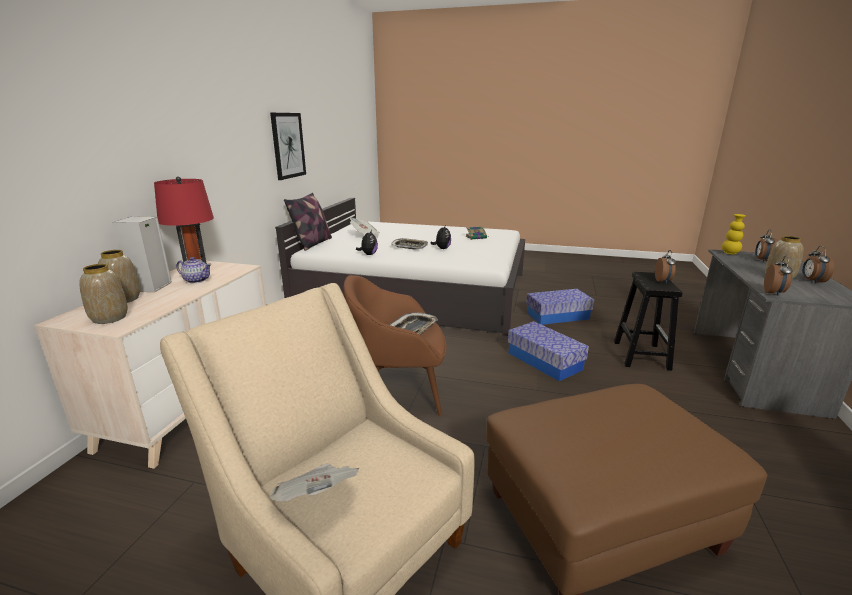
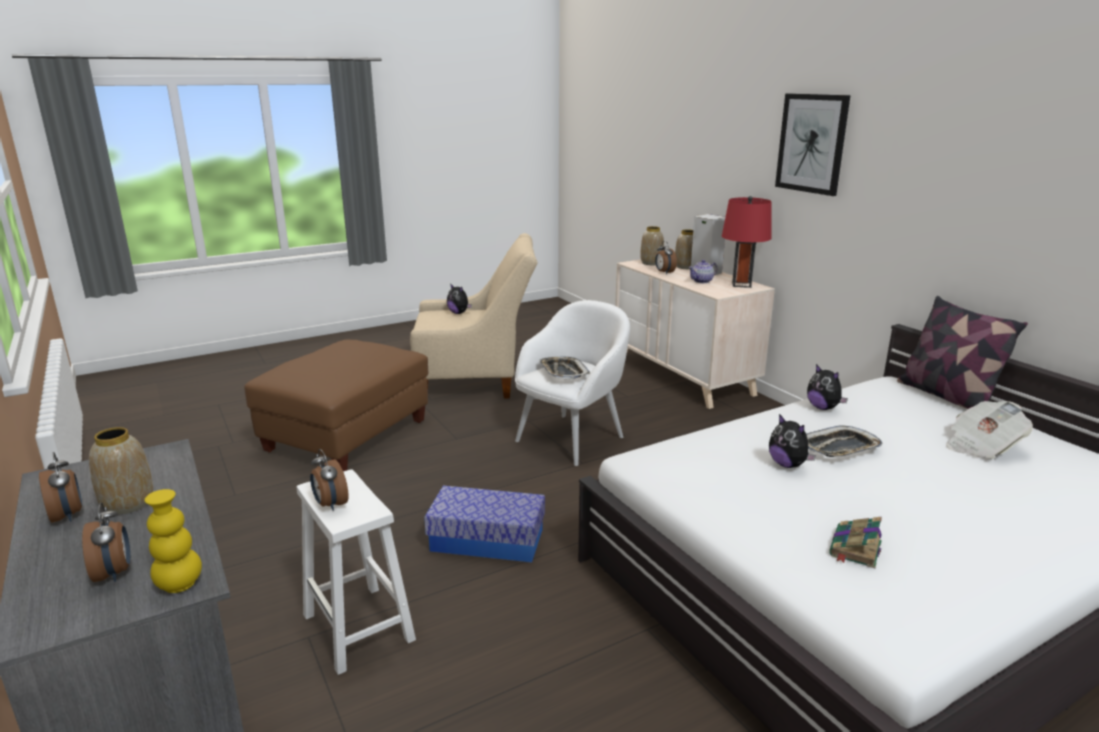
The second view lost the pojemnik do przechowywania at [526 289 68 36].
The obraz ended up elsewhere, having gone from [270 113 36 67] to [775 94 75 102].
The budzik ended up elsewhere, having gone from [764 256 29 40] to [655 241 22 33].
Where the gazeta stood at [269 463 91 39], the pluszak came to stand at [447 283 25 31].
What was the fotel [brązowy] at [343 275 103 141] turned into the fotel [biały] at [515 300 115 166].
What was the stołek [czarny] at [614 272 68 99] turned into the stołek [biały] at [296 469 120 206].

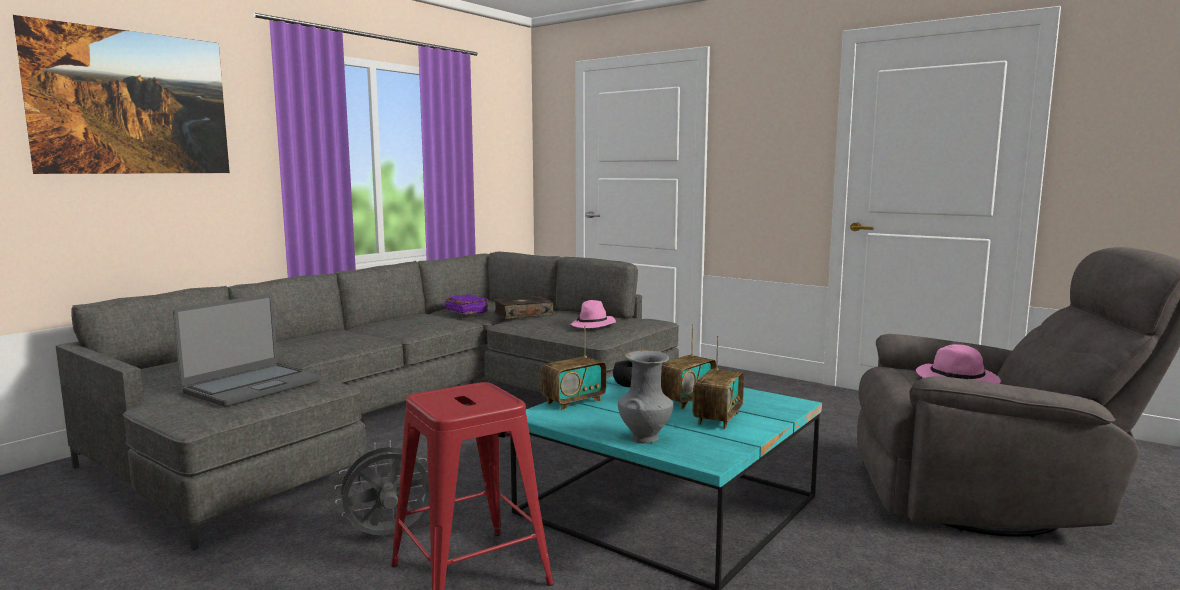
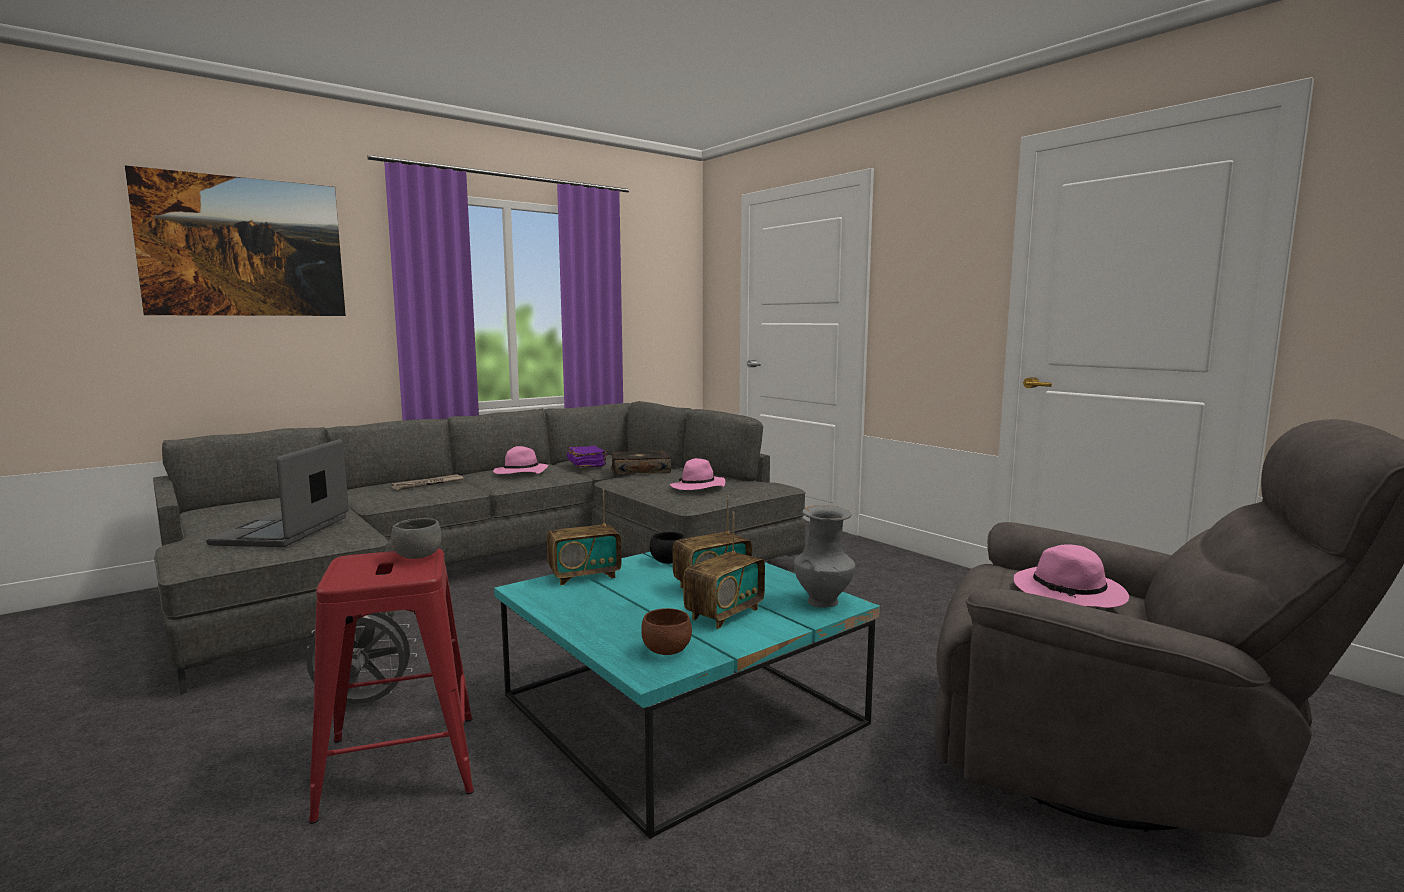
The second view gained the gazeta at [391 474 73 16].
The second view gained the miska [szary] at [391 518 50 41].
The second view gained the kapelusz [różowy] at [493 446 55 28].
The second view gained the miska [brązowy] at [641 608 51 47].
The wazon [szary] ended up elsewhere, having gone from [618 350 55 93] to [794 505 62 103].
The laptop at [173 294 148 113] ended up facing another way, 135 degrees clockwise from before.

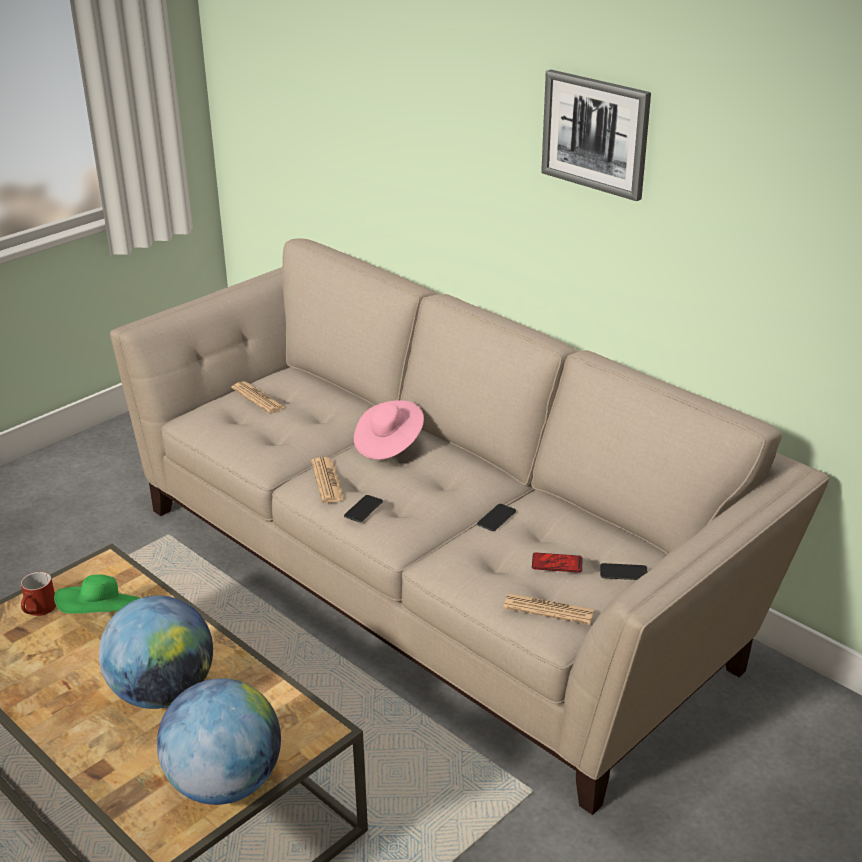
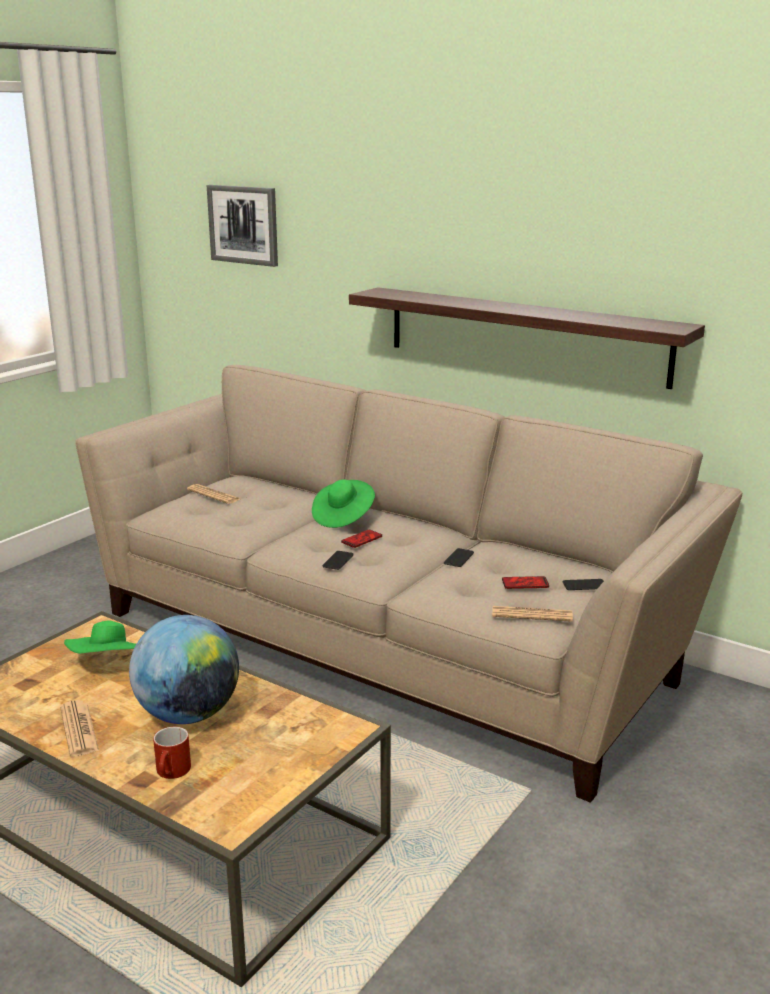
The second view lost the globus at [157 678 124 127].
The second view gained the telefon at [341 530 41 18].
The second view gained the półka at [349 287 356 102].
The kubek [czerwony] ended up elsewhere, having gone from [21 572 35 44] to [153 727 38 52].
The gazeta ended up elsewhere, having gone from [311 457 34 46] to [60 700 39 57].
The obraz ended up elsewhere, having gone from [541 70 110 131] to [207 185 71 82].
What was the kapelusz [różowy] at [354 400 70 60] turned into the kapelusz [zielony] at [312 480 63 48].

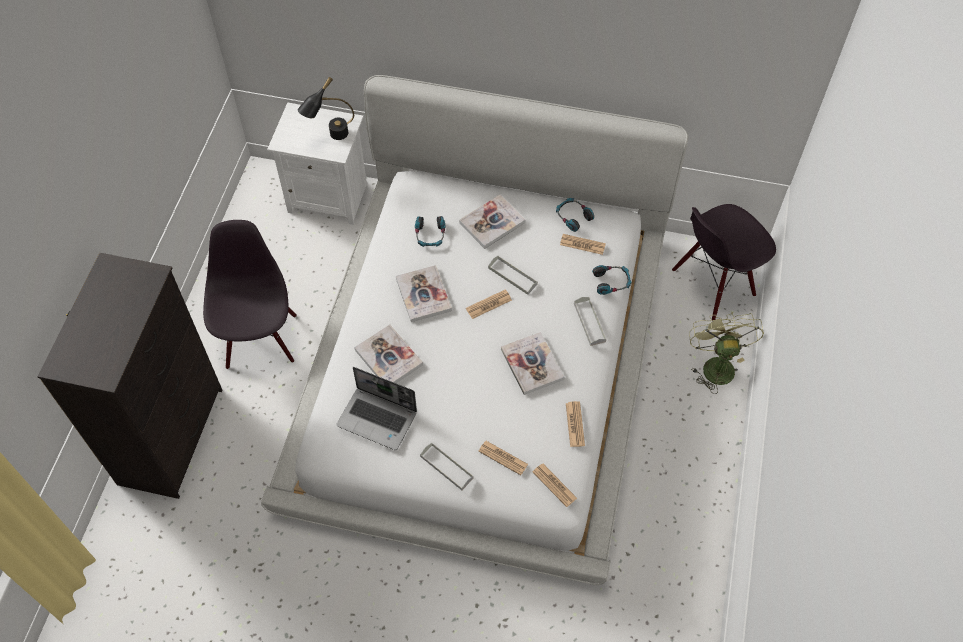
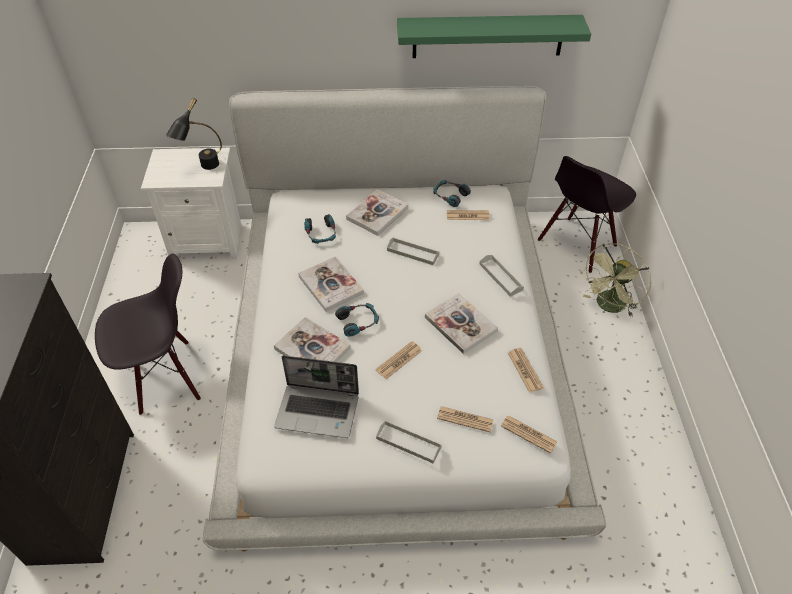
The second view gained the półka [zielony] at [397 15 194 43].
The gazeta ended up elsewhere, having gone from [466 289 46 30] to [375 341 47 38].
The słuchawki ended up elsewhere, having gone from [592 265 40 30] to [335 303 44 34].
The krzesło [czarny] at [203 220 94 149] ended up facing another way, 90 degrees clockwise from before.
The wentylator [zielony] at [689 312 75 82] ended up facing another way, 120 degrees counterclockwise from before.

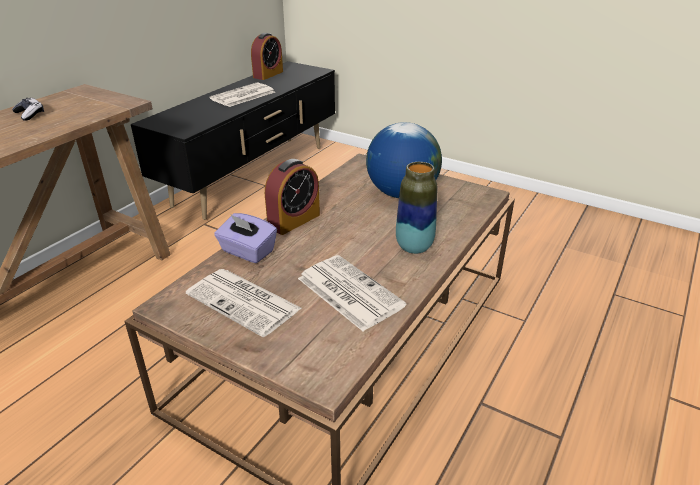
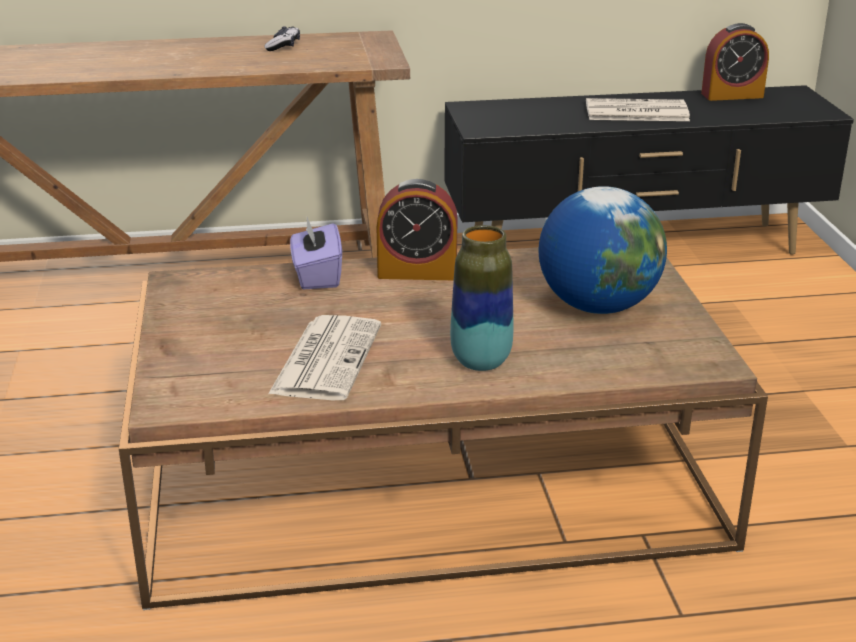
The second view lost the gazeta at [186 269 115 68].

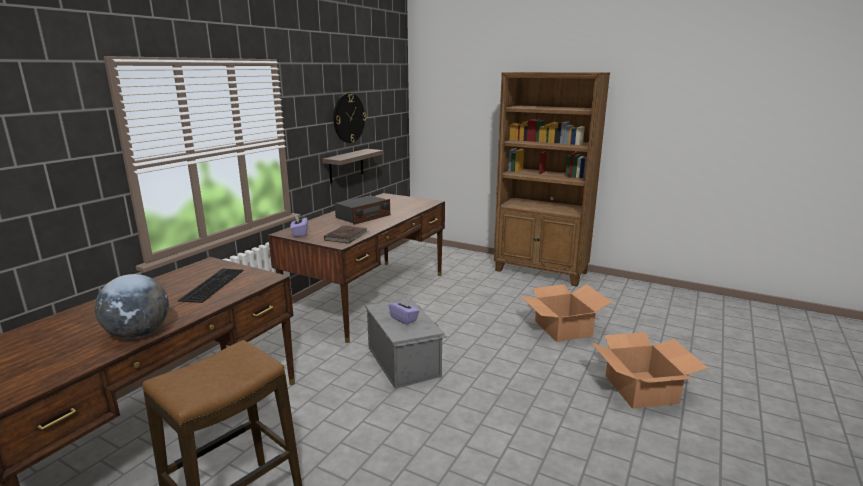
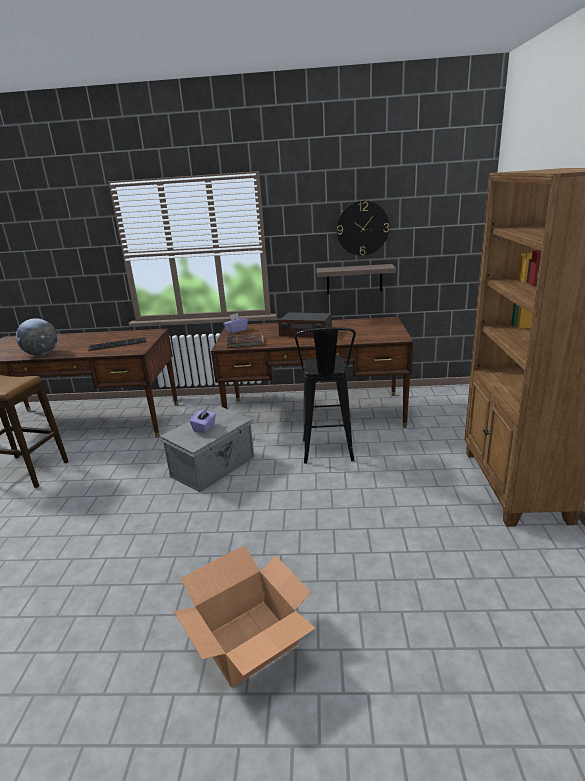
The second view lost the karton at [520 284 92 58].
The second view gained the stołek [czarny] at [295 327 61 137].

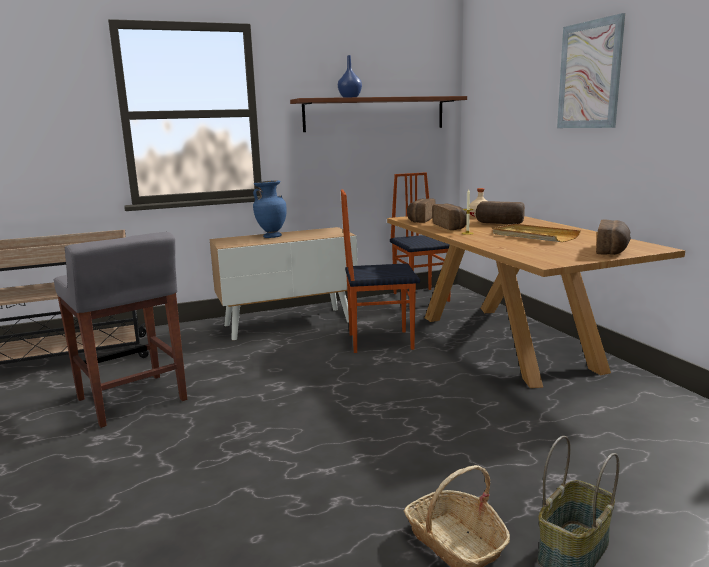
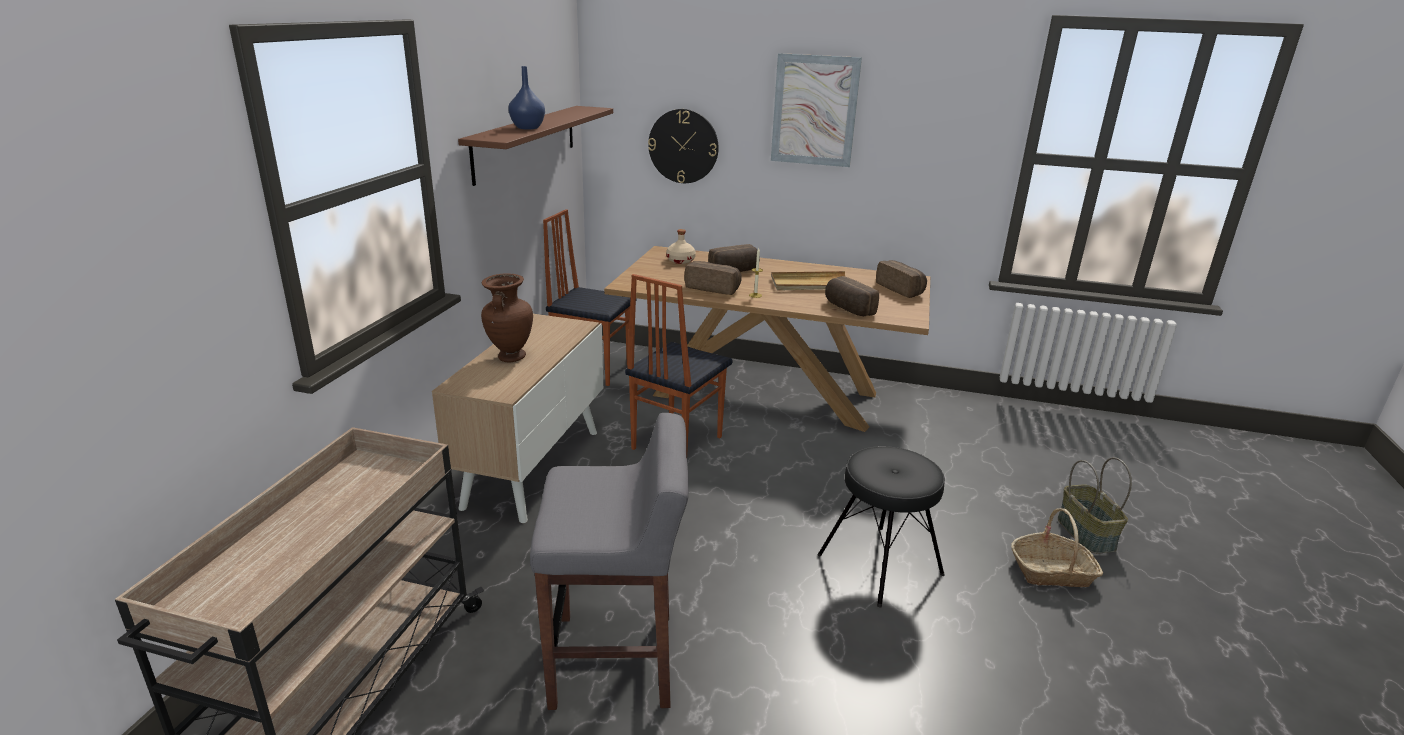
The second view gained the zegar ścienny at [648 109 71 74].
The second view gained the stołek [czarny] at [818 446 127 161].
The chleb ended up elsewhere, having gone from [407 199 28 24] to [825 276 54 40].
What was the wazon [niebieski] at [253 180 33 58] turned into the wazon [brązowy] at [481 273 52 89].

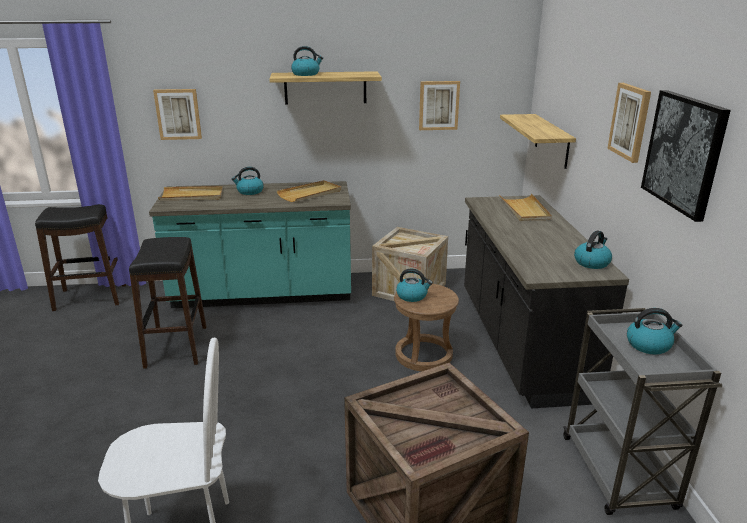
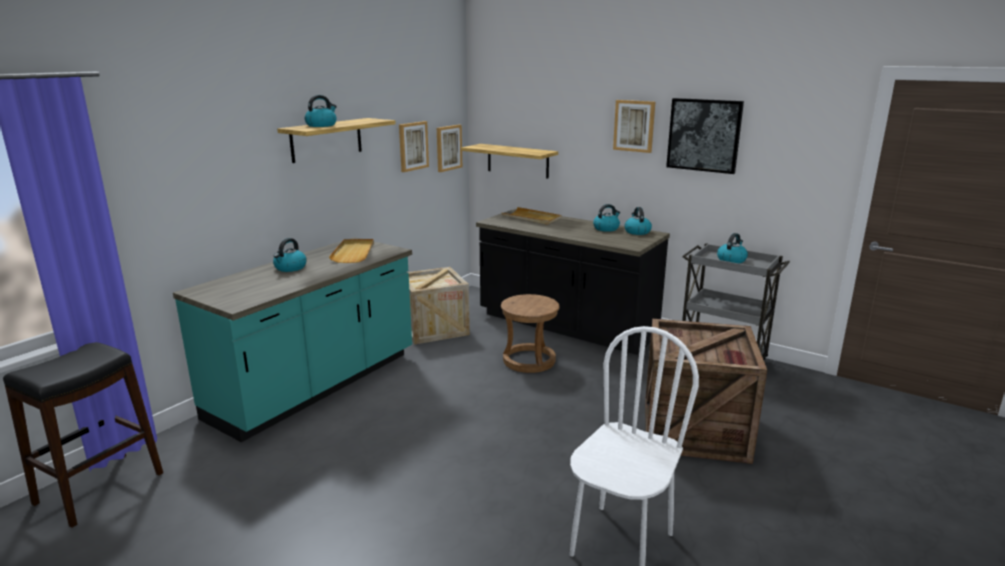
The second view lost the stołek [czarny] at [129 237 77 132].
The second view lost the taca [beżowy] at [158 186 65 14].
The obraz ended up elsewhere, having gone from [153 89 49 51] to [437 125 25 47].
The czajnik ended up elsewhere, having gone from [396 269 37 33] to [593 204 27 28].

